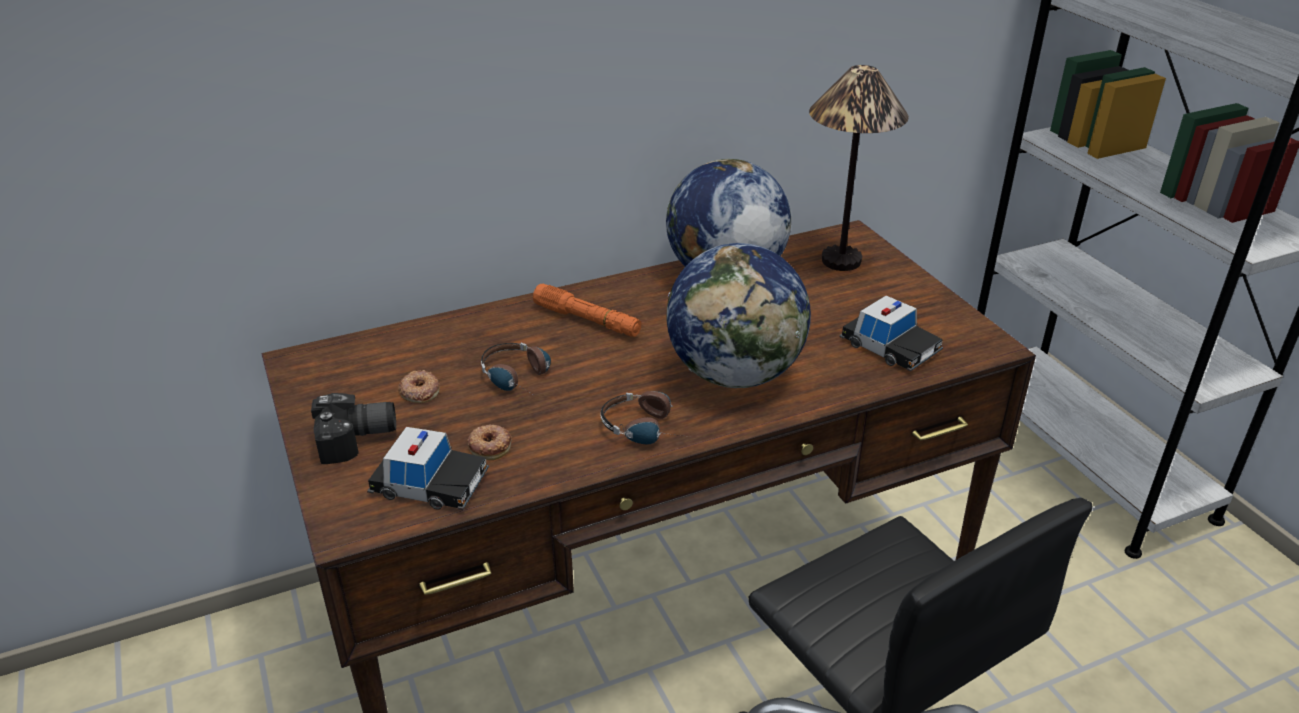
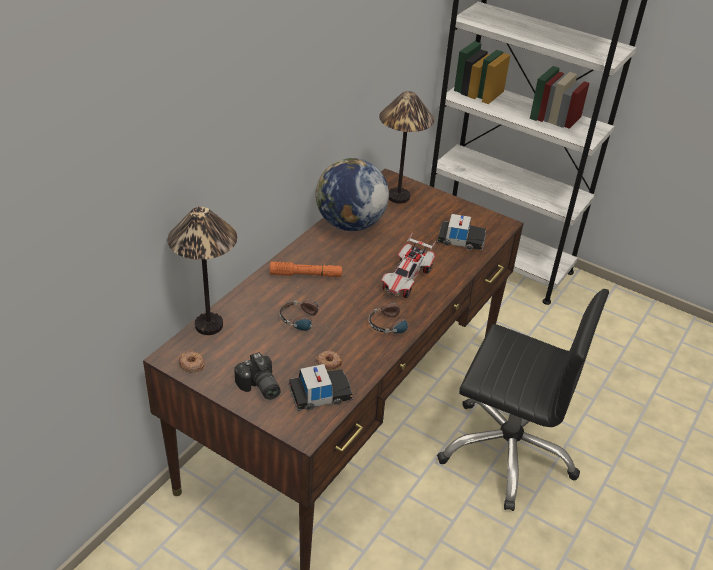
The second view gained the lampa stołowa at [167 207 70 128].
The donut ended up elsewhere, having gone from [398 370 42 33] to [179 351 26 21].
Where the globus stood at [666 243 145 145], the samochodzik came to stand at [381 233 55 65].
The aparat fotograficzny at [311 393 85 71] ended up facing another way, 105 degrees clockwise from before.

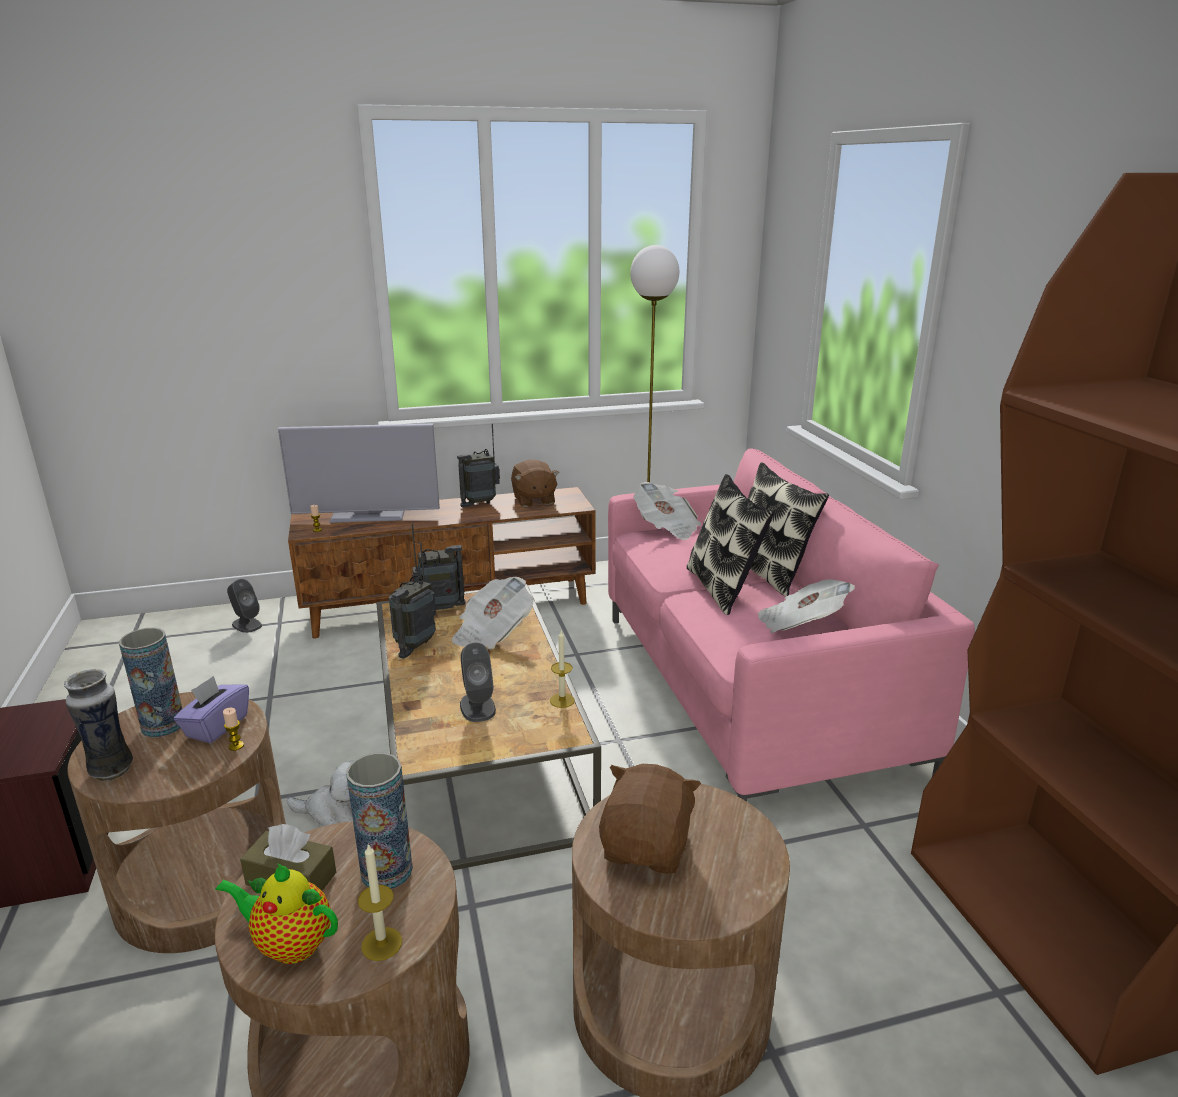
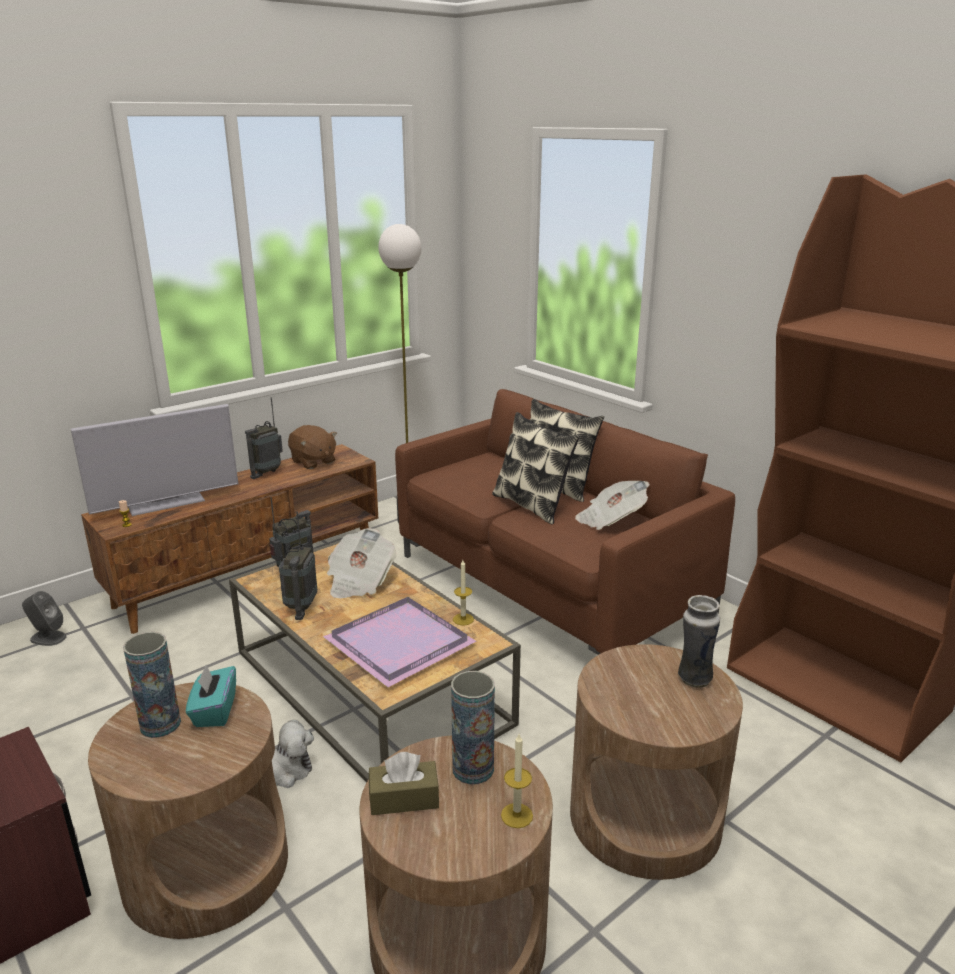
The second view lost the imbryk at [215 863 123 101].
The second view lost the świeca at [223 708 21 43].
The second view lost the pluszak [brązowy] at [599 764 102 110].
The second view lost the gazeta at [634 482 68 58].
The wazon ended up elsewhere, having gone from [64 669 69 112] to [678 595 42 93].
Where the głośnik [szary] stood at [460 642 36 80], the taca [fioletowy] came to stand at [323 597 153 90].
What was the pudełko chusteczek [fioletowy] at [173 676 76 67] turned into the pudełko chusteczek [turkusowy] at [186 665 50 62].
What was the kanapa [różowy] at [608 449 367 353] turned into the kanapa [brązowy] at [395 389 340 266].

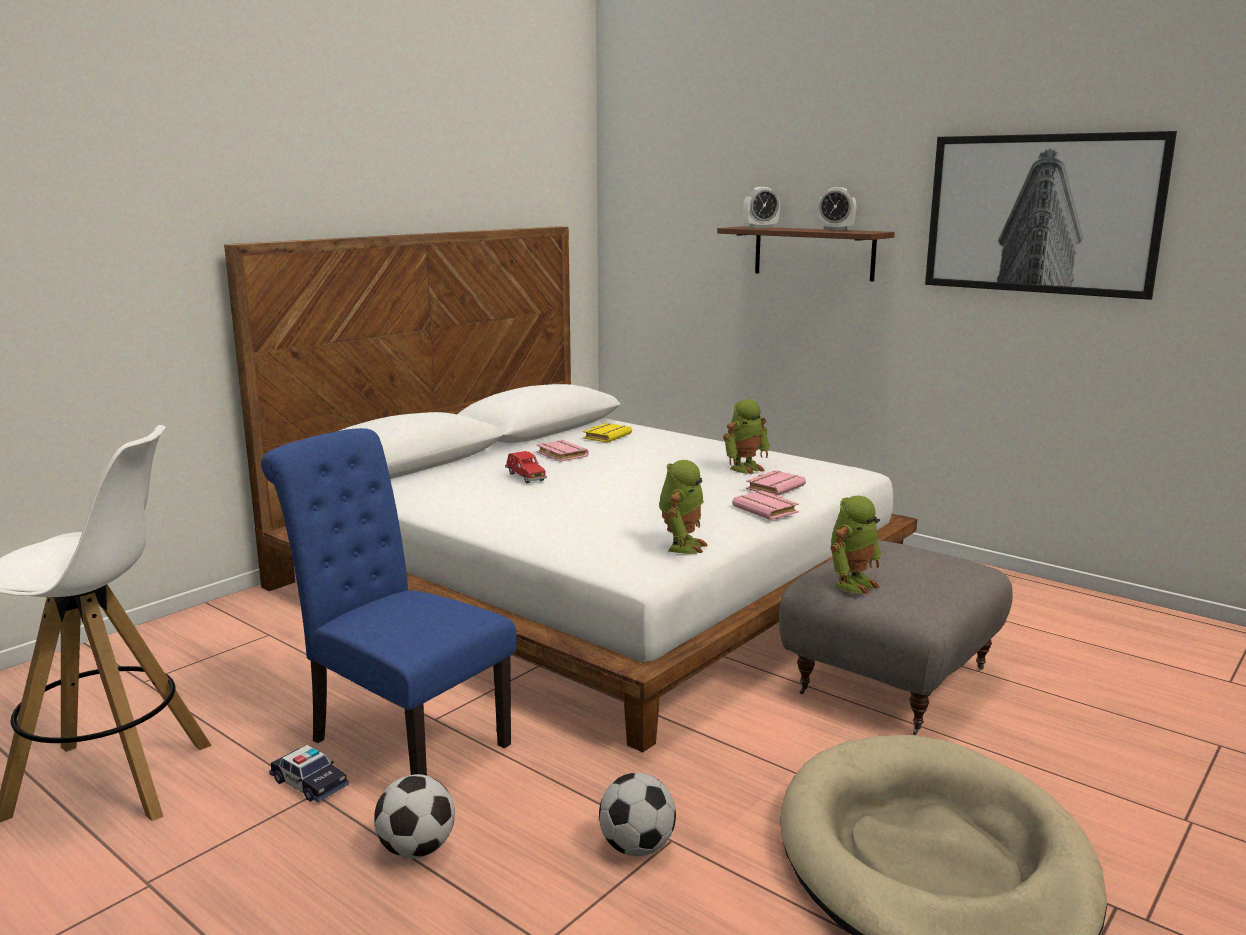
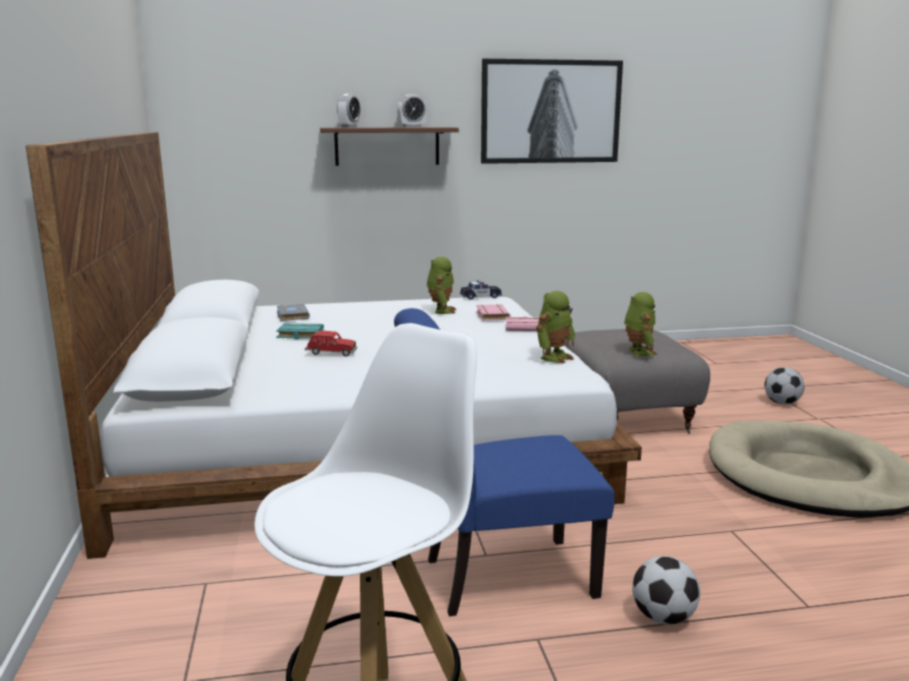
The samochodzik ended up elsewhere, having gone from [269 745 80 57] to [460 280 42 20].
The piłka futbolowa ended up elsewhere, having gone from [599 773 77 83] to [765 367 39 38].
What was the książka [różowy] at [536 440 53 22] turned into the książka [turkusowy] at [276 323 48 16].
What was the książka [żółty] at [583 423 49 20] turned into the książka [szary] at [277 304 33 17].
The robot zabawkowy at [659 460 49 94] ended up facing another way, 75 degrees clockwise from before.

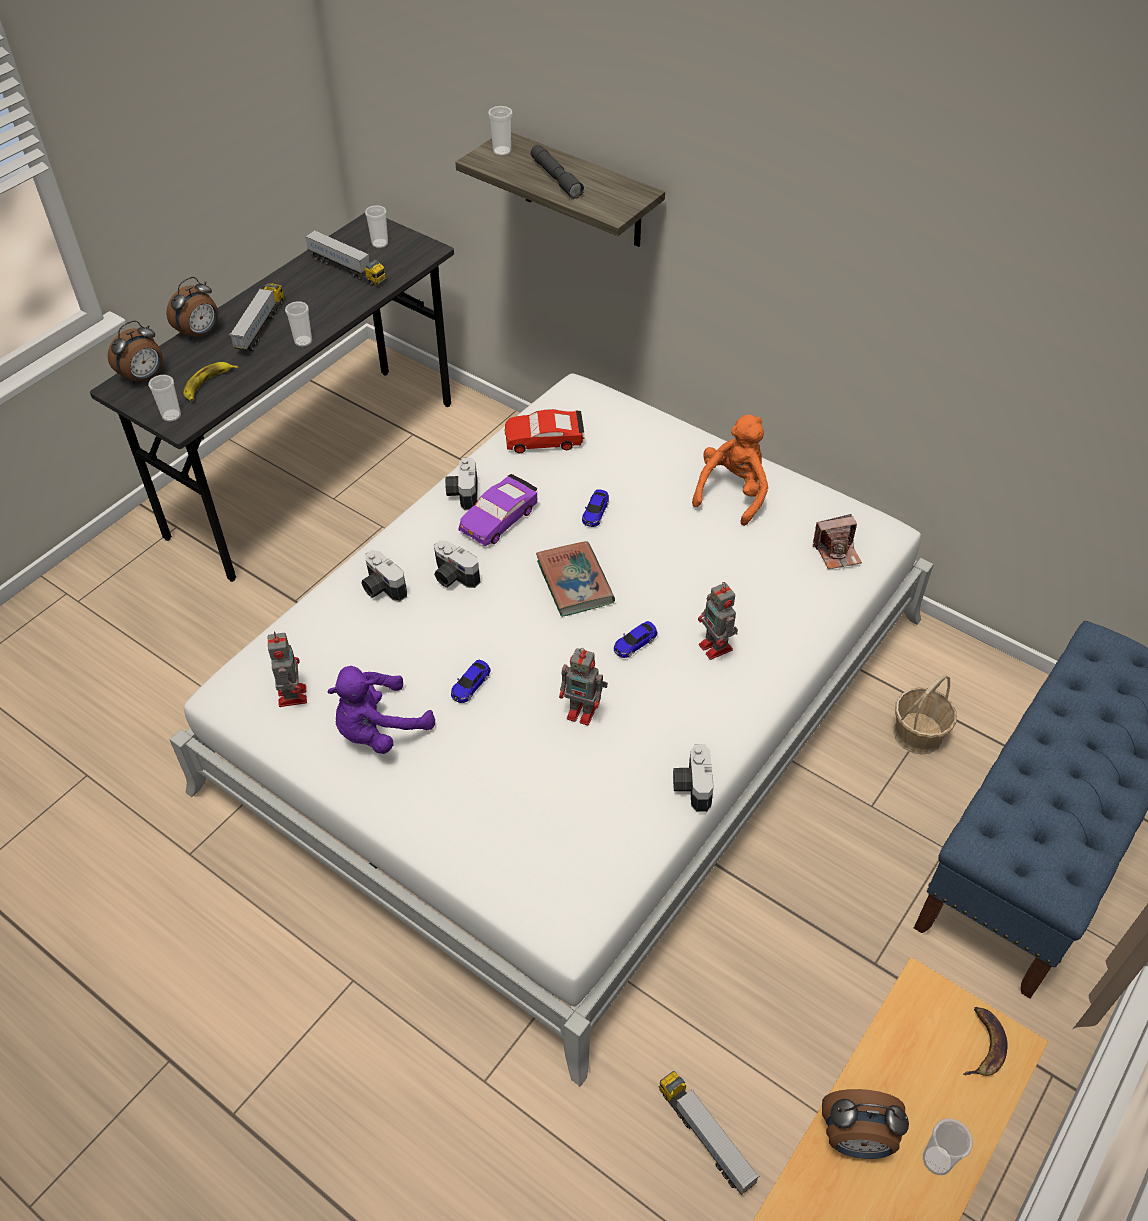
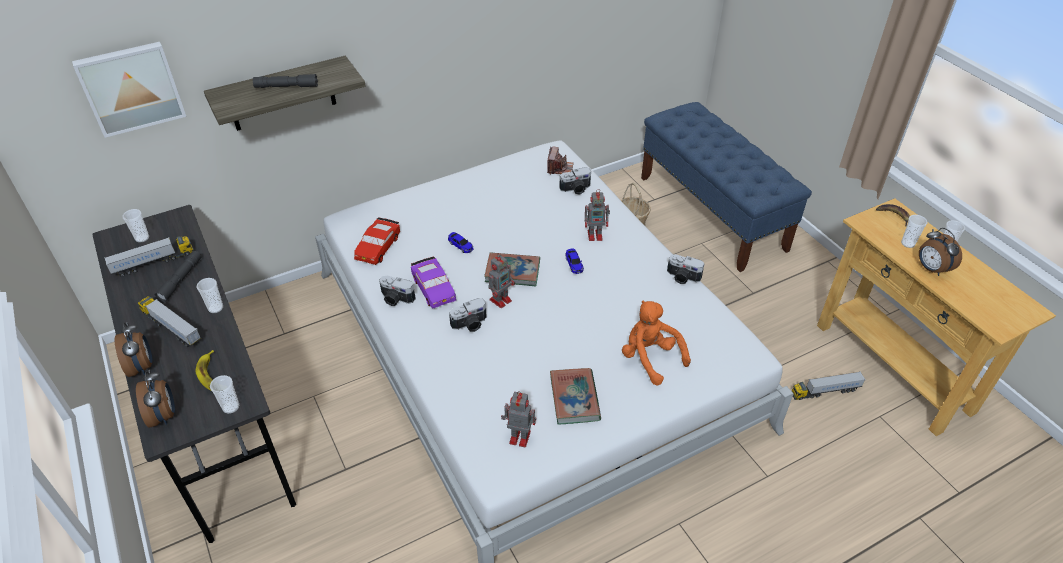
The second view lost the samochodzik at [451 660 39 43].
The second view gained the obraz at [72 42 115 96].
The second view gained the latarka [szary] at [154 251 48 52].
The aparat fotograficzny ended up elsewhere, having gone from [361 550 46 52] to [559 167 32 28].
The filiżanka ended up elsewhere, having gone from [488 106 25 50] to [901 215 26 33].
The robot zabawkowy ended up elsewhere, having gone from [559 648 49 77] to [488 253 27 55].
The pluszak [pomarańczowy] ended up elsewhere, having gone from [692 415 76 111] to [622 301 69 85].
Where the pluszak [fioletowy] stood at [327 666 108 88], the książka came to stand at [550 368 51 57].
The budzik at [822 1089 87 70] ended up facing another way, 120 degrees clockwise from before.

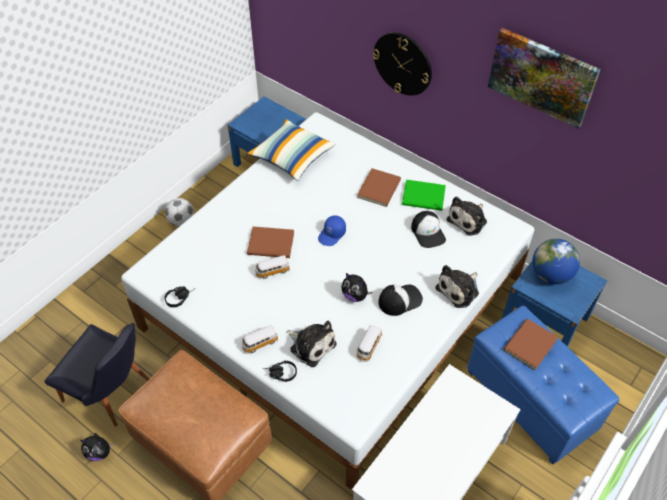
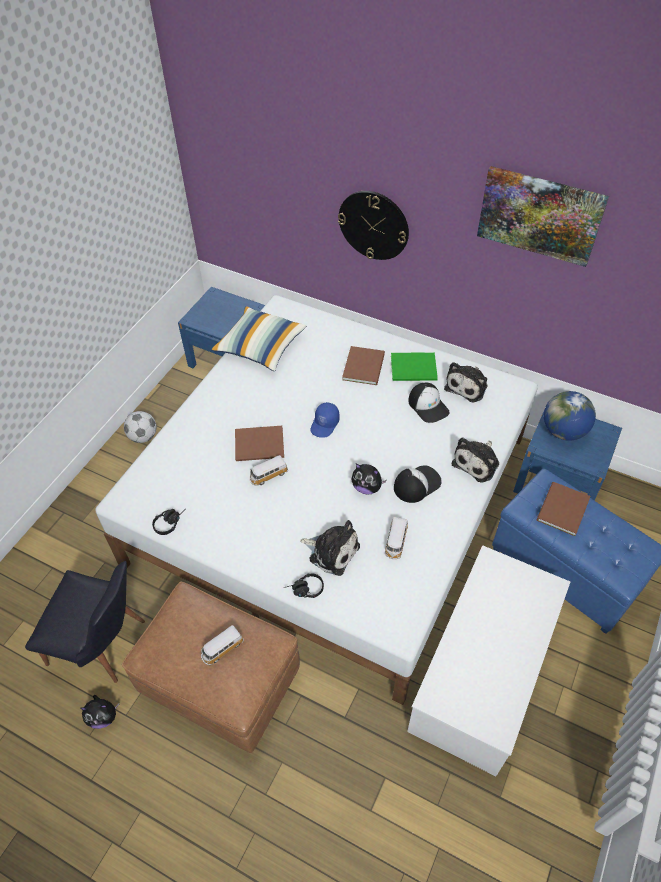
The samochodzik ended up elsewhere, having gone from [241 325 38 29] to [201 625 43 40].

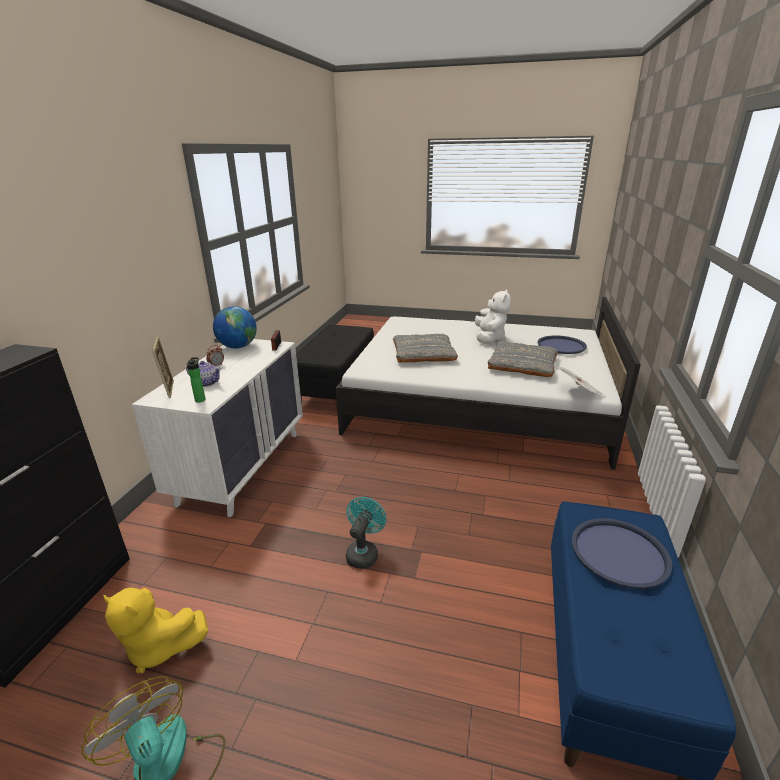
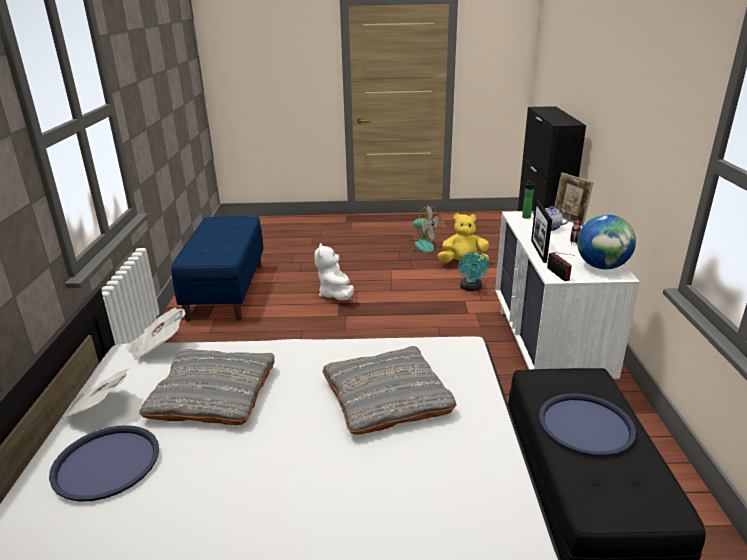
The second view gained the gazeta at [62 368 67 51].
The second view gained the ramka na zdjęcie at [531 201 21 62].
The wentylator [turkusowy] ended up elsewhere, having gone from [346 497 41 72] to [458 252 31 39].
The pluszak [biały] ended up elsewhere, having gone from [475 289 36 55] to [314 243 40 57].
The taca [niebieski] ended up elsewhere, having gone from [571 518 101 71] to [539 393 97 64].

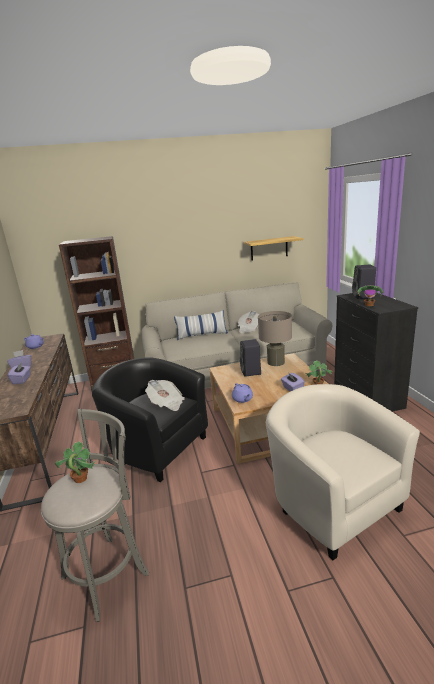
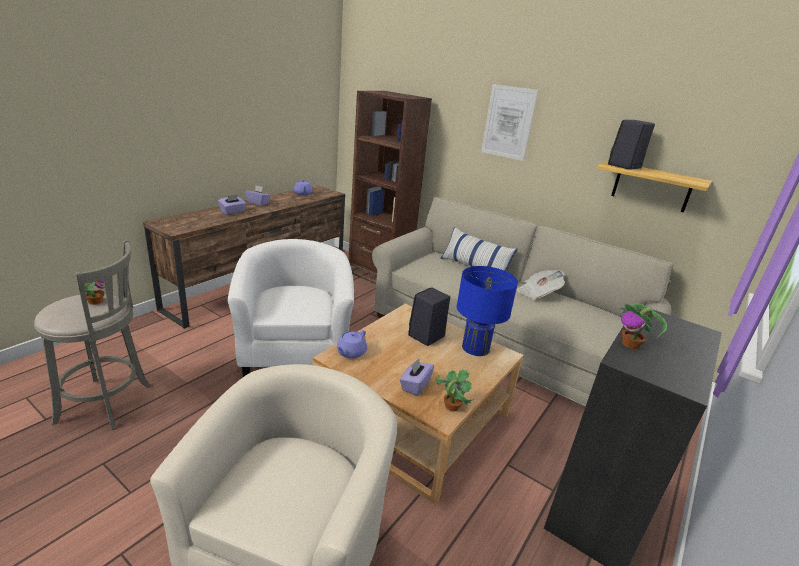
The second view lost the gazeta at [145 380 40 31].
The second view gained the obraz at [481 84 57 77].
The głośnik [czarny] ended up elsewhere, having gone from [352 264 24 35] to [608 120 47 50].
What was the fotel [czarny] at [92 357 116 125] turned into the fotel [biały] at [228 239 126 138].
What was the lampa stołowa [beżowy] at [258 311 34 55] turned into the lampa stołowa [niebieski] at [457 266 61 90].

